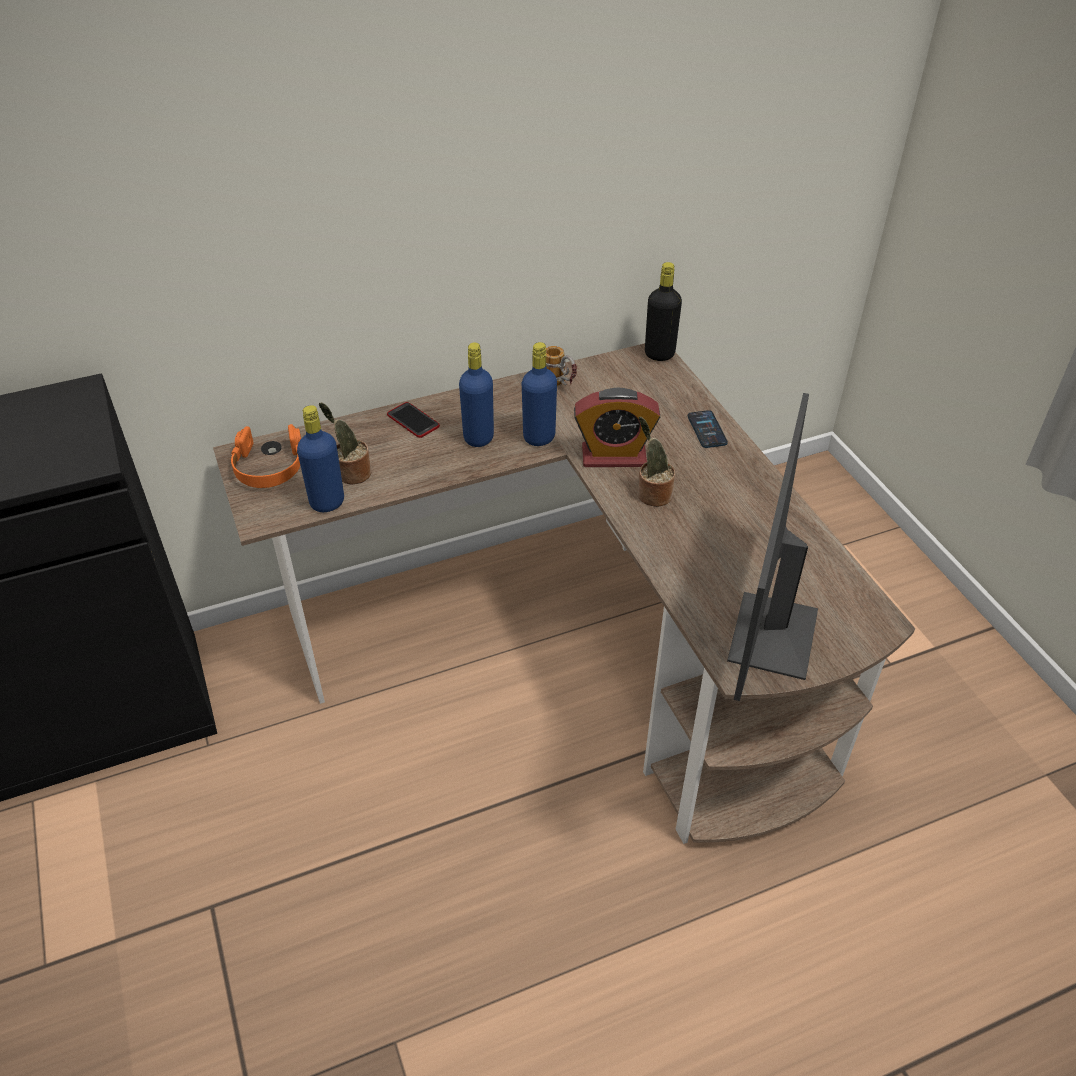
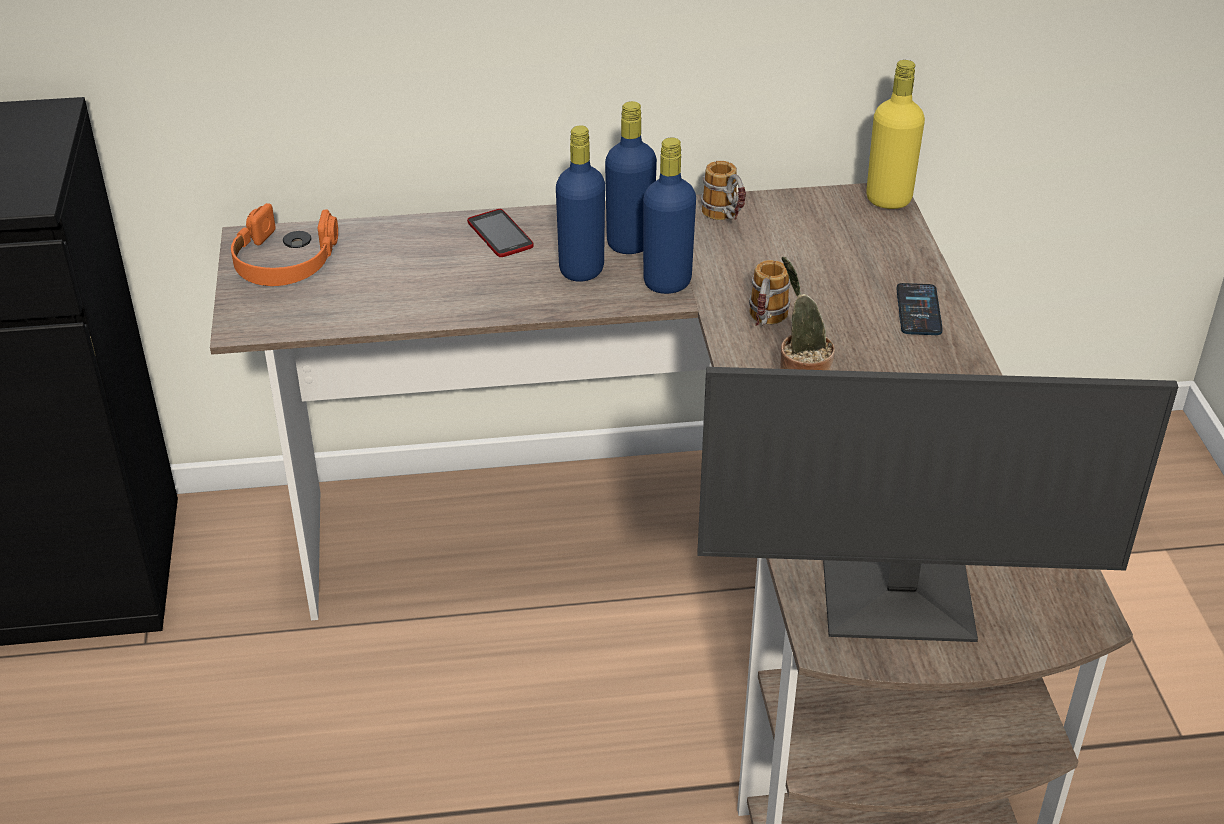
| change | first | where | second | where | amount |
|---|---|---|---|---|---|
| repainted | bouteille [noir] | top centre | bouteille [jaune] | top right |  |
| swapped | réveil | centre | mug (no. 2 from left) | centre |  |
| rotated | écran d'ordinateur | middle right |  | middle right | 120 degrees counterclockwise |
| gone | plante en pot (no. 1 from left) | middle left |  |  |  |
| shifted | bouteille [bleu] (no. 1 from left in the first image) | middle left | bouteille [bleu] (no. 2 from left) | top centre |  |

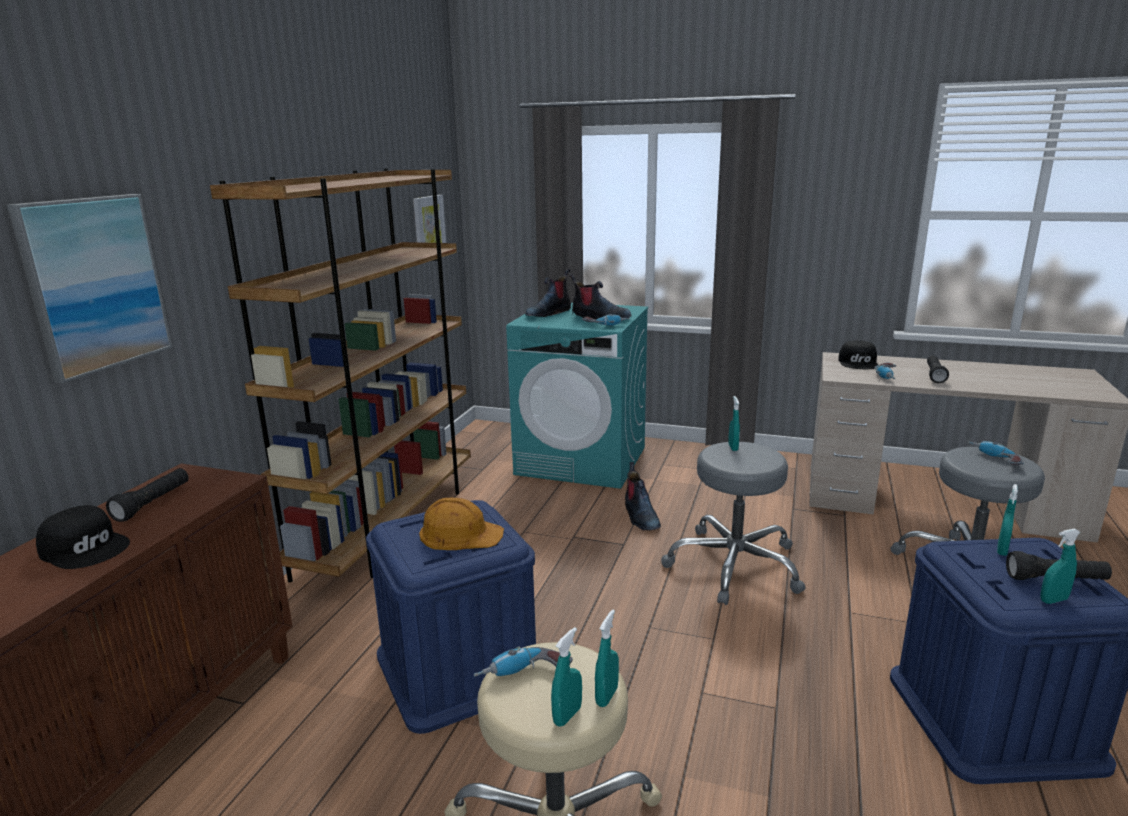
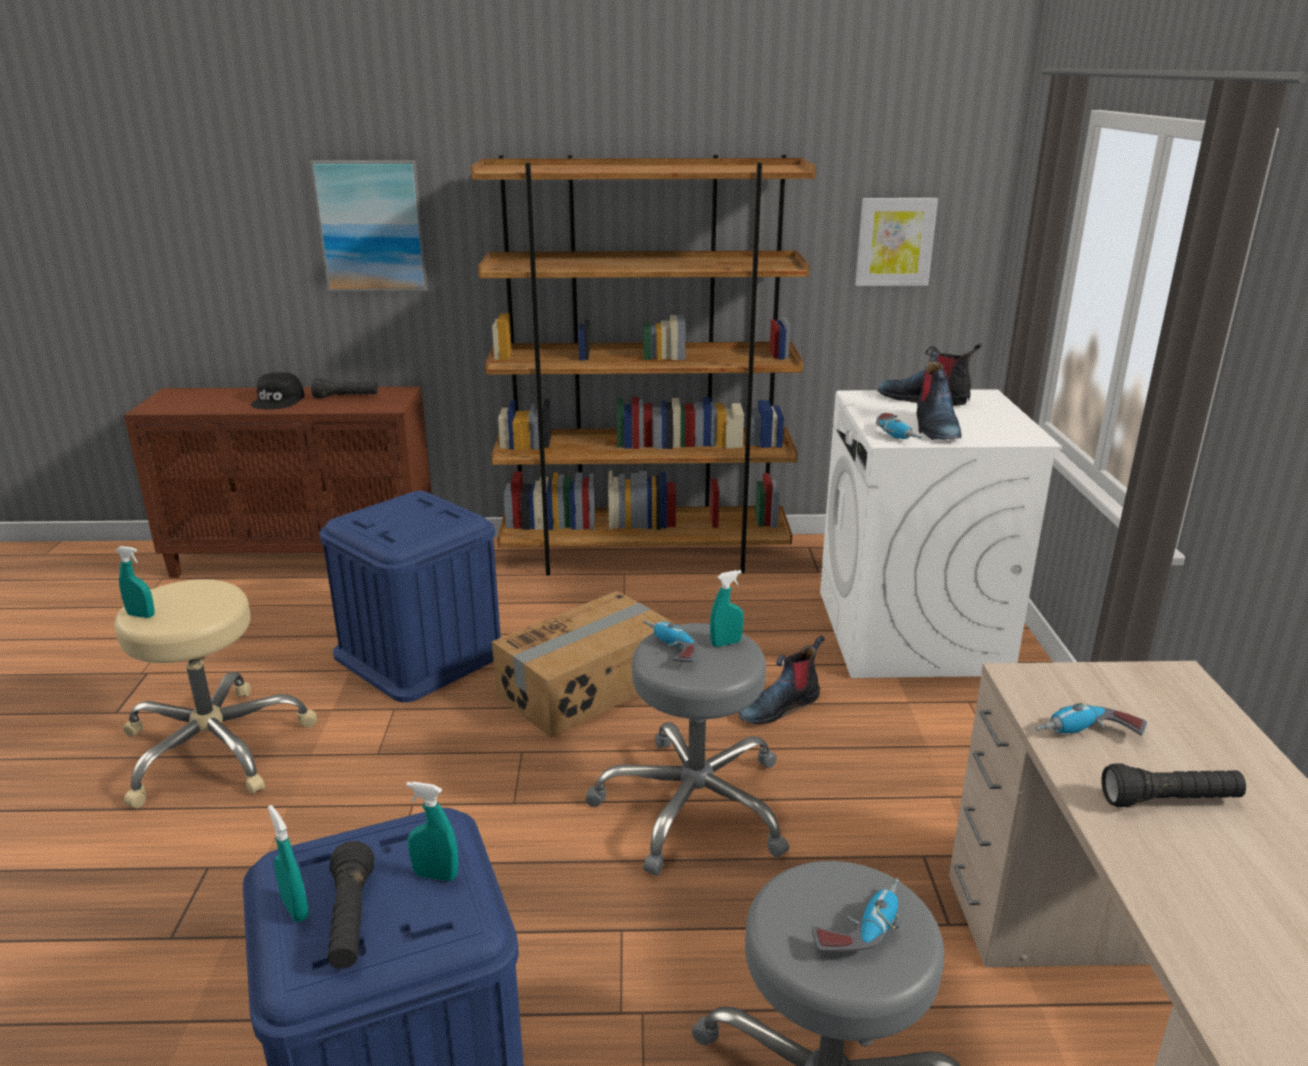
| change | first | where | second | where | amount |
|---|---|---|---|---|---|
| repainted | lave-linge [turquoise] | centre | lave-linge [blanc] | middle right |  |
| gone | casquette [noir] (no. 2 from left) | middle right |  |  |  |
| gone | casque de chantier [orange] | centre |  |  |  |
| gone | vaporisateur [turquoise] (no. 2 from left) | bottom centre |  |  |  |
| shifted | perceuse (no. 1 from left) | bottom centre |  | centre |  |
| new |  |  | carton | centre |  |

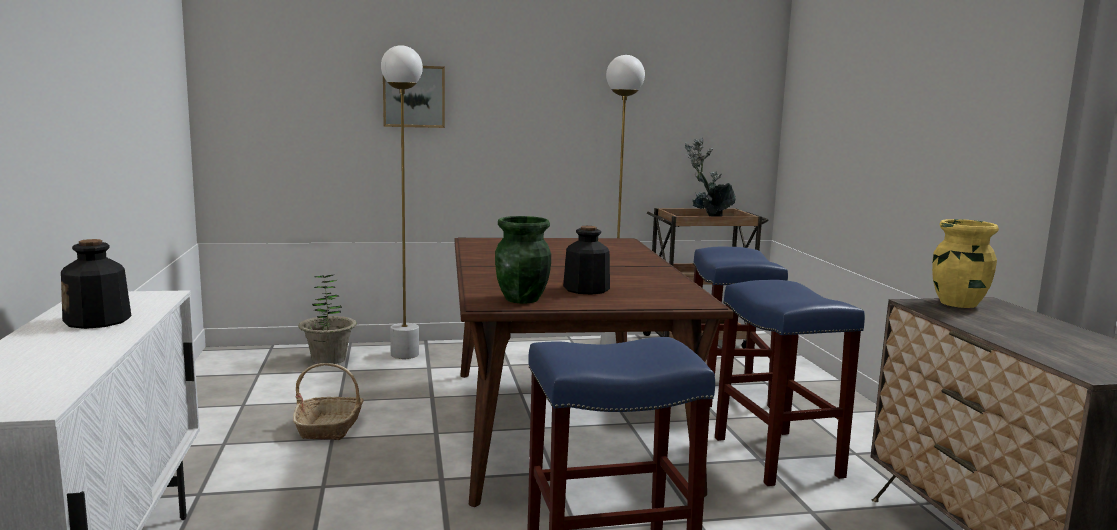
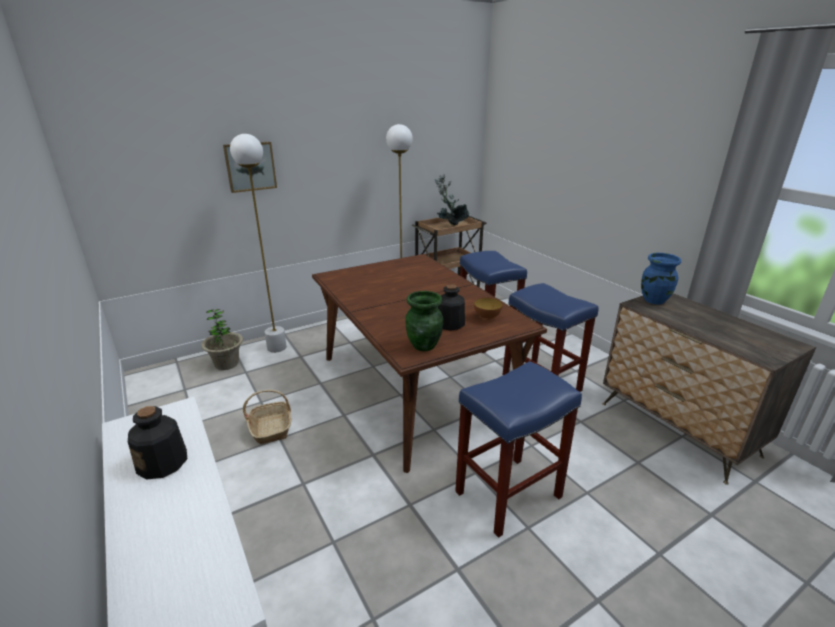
| change | first | where | second | where | amount |
|---|---|---|---|---|---|
| repainted | vase [jaune] | middle right | vase [bleu] | middle right |  |
| new |  |  | bol | centre |  |

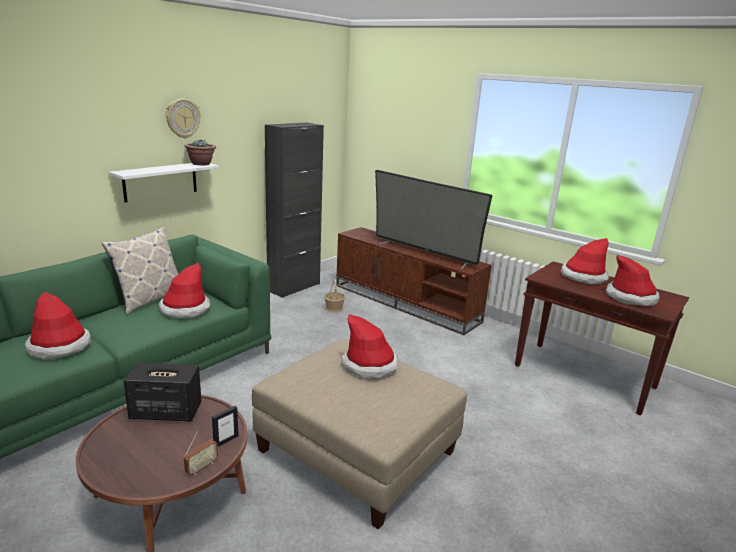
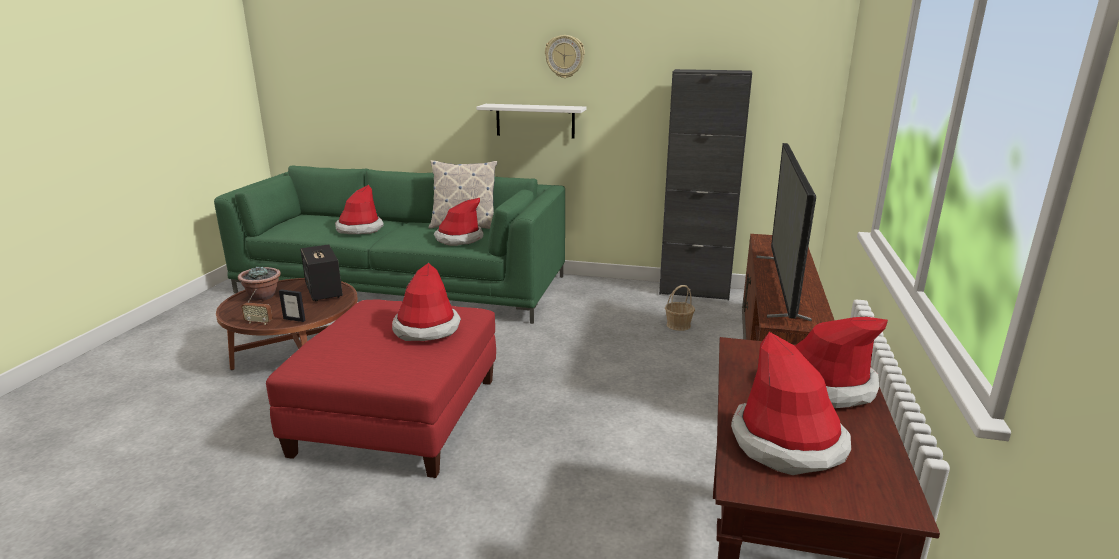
| change | first | where | second | where | amount |
|---|---|---|---|---|---|
| shifted | plante en pot | top left |  | middle left |  |
| repainted | pouf [beige] | bottom centre | pouf [rouge] | bottom centre |  |

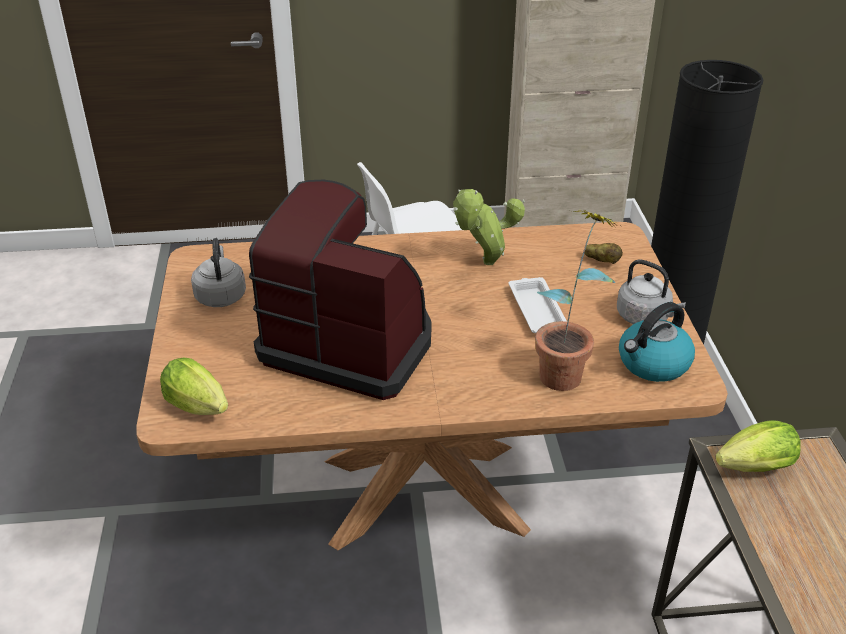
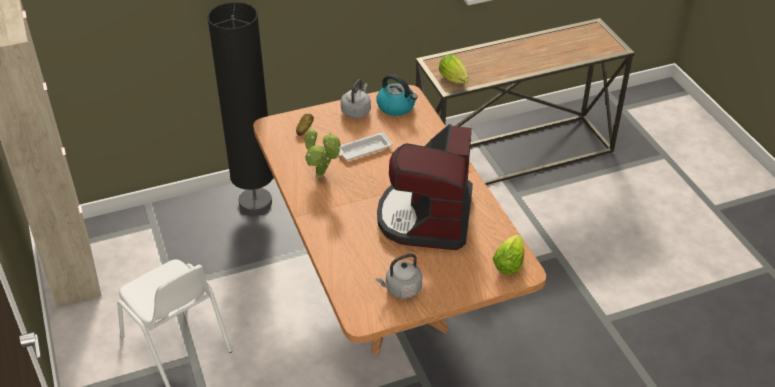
| change | first | where | second | where | amount |
|---|---|---|---|---|---|
| gone | plante en pot (no. 2 from left) | middle right |  |  |  |

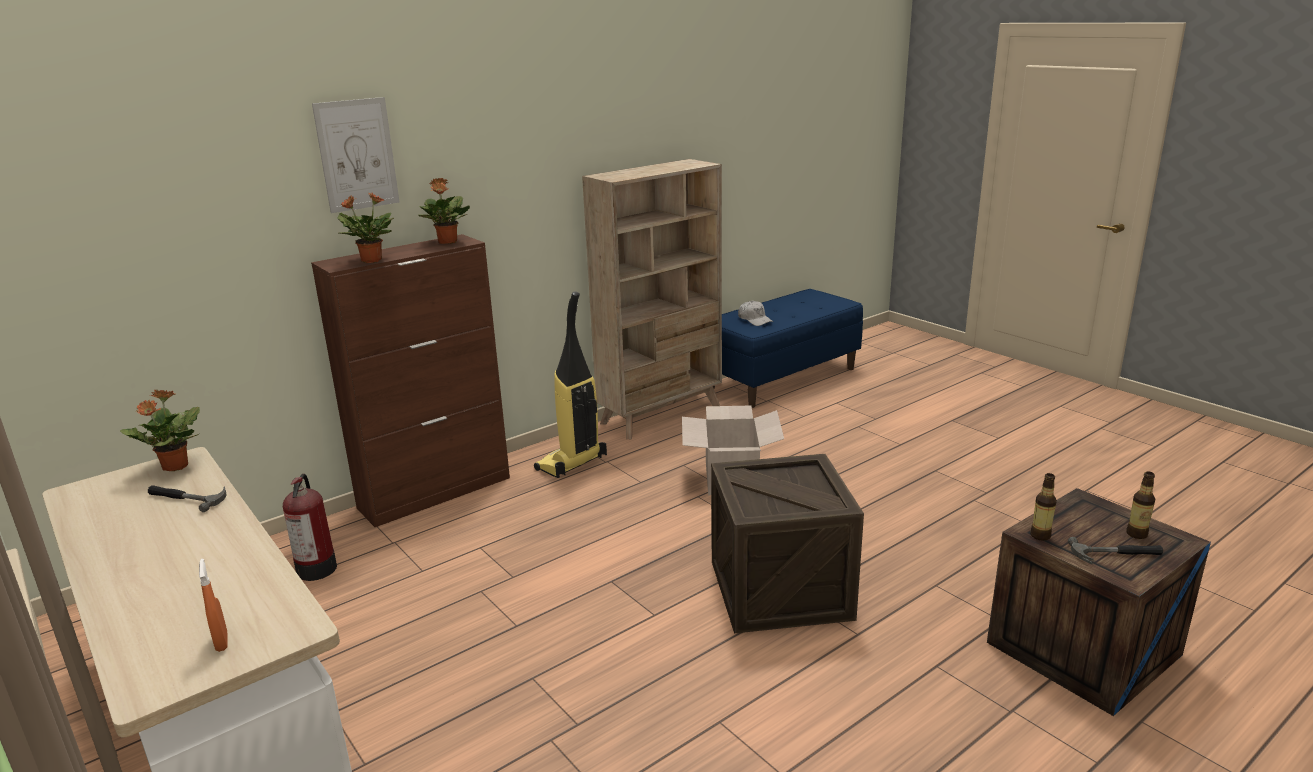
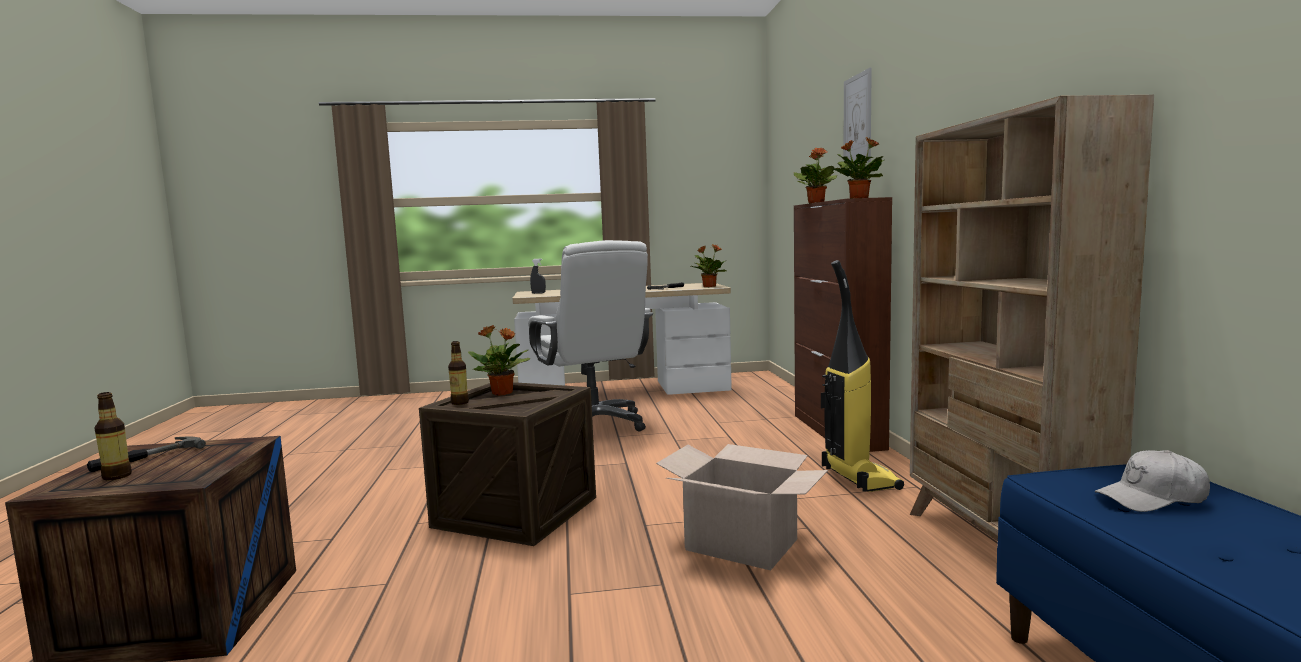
| change | first | where | second | where | amount |
|---|---|---|---|---|---|
| shifted | bouteille (no. 1 from left in the first image) | middle right | bouteille (no. 2 from left) | centre |  |
| gone | extincteur | bottom left |  |  |  |
| repainted | vaporisateur [orange] | bottom left | vaporisateur [gris] | centre |  |
| new |  |  | chaise de bureau [blanc] | centre |  |
| new |  |  | plante en pot (no. 1 from left) | centre |  |

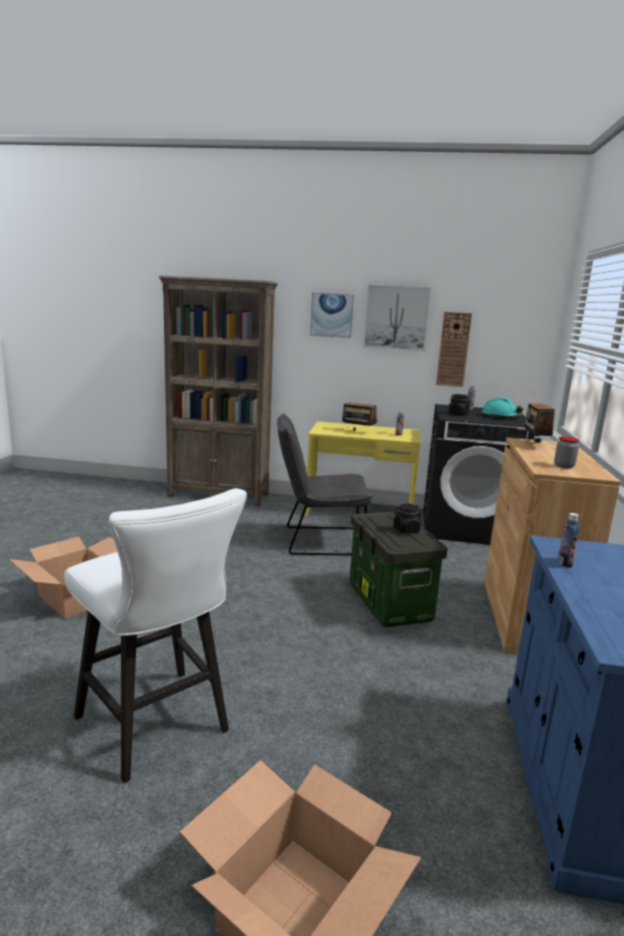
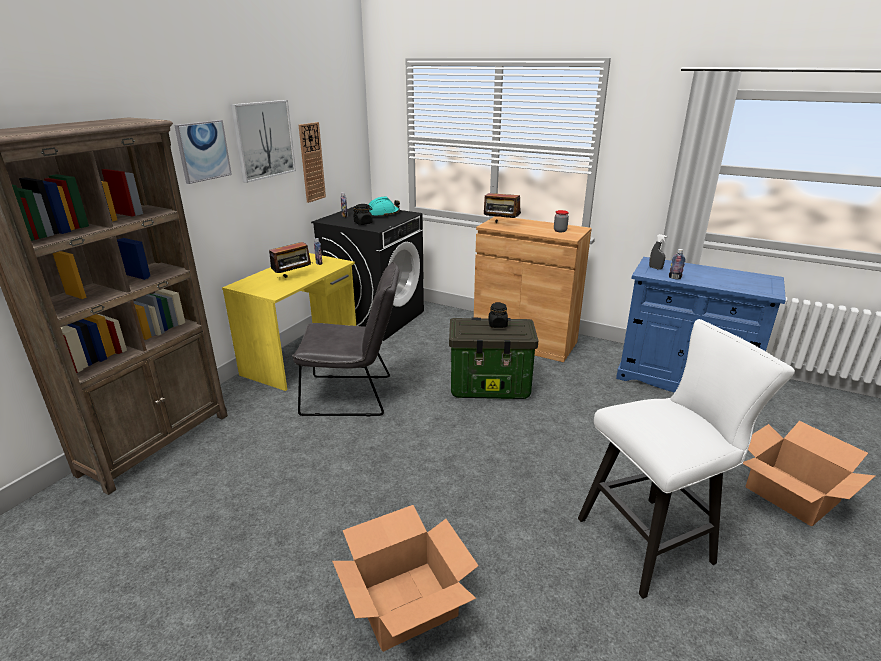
| change | first | where | second | where | amount |
|---|---|---|---|---|---|
| rotated | chaise [gris] | centre |  | centre | 105 degrees counterclockwise |
| new |  |  | vaporisateur [gris] | middle right |  |

